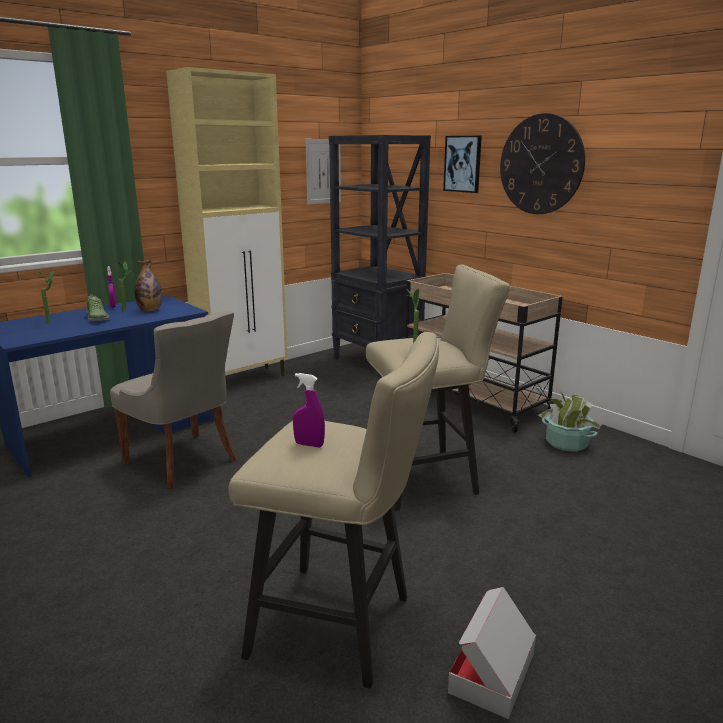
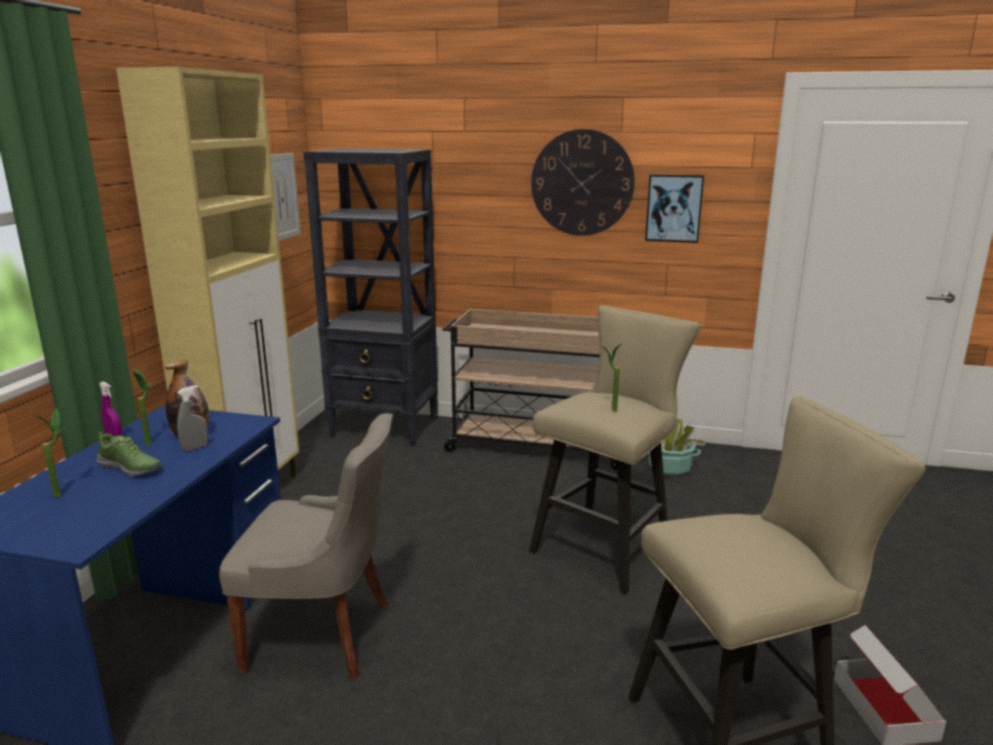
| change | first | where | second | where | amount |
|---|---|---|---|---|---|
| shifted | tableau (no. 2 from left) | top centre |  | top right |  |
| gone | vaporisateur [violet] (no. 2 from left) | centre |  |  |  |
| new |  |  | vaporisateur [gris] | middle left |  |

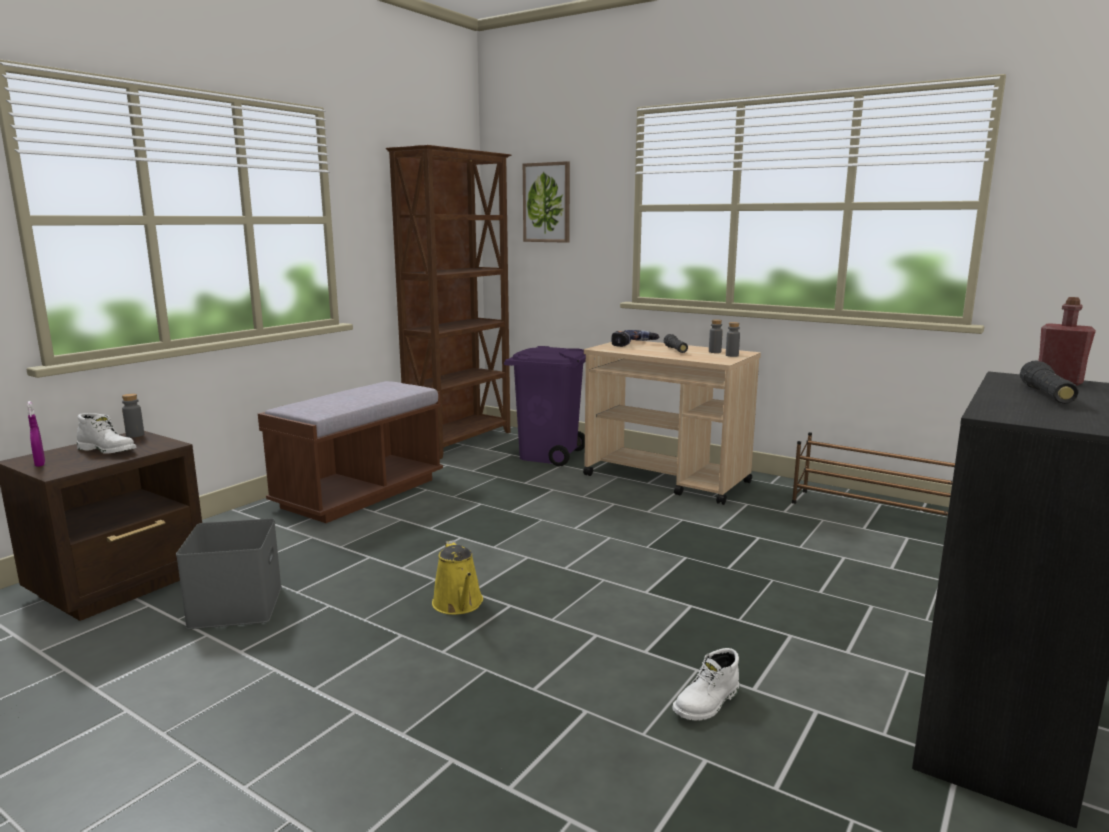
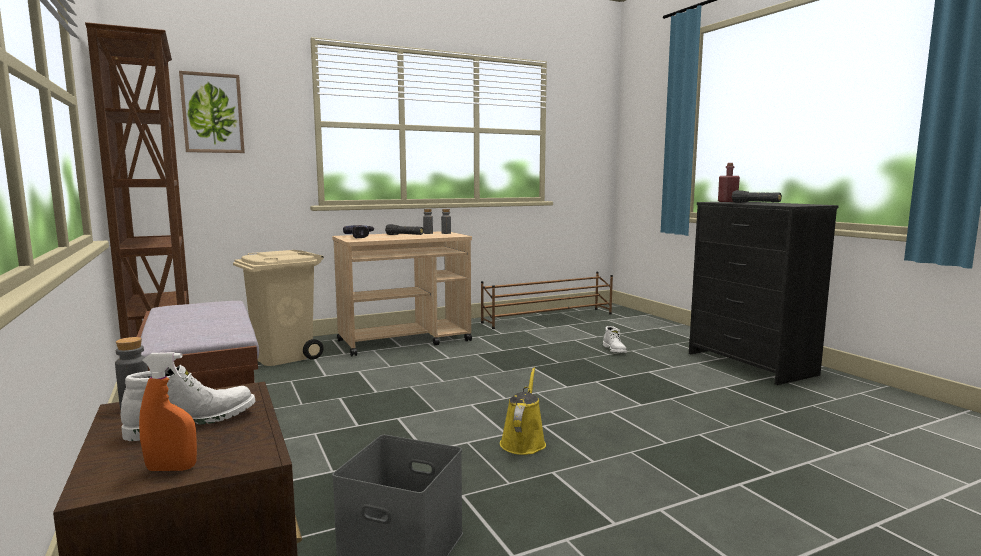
| change | first | where | second | where | amount |
|---|---|---|---|---|---|
| repainted | poubelle [violet] | centre | poubelle [beige] | middle left |  |
| repainted | vaporisateur [violet] | middle left | vaporisateur [orange] | bottom left |  |
| rotated | arrosoir [jaune] | bottom centre |  | bottom centre | 90 degrees counterclockwise |
| shifted | botte [blanc] (no. 2 from left) | bottom centre |  | centre |  |

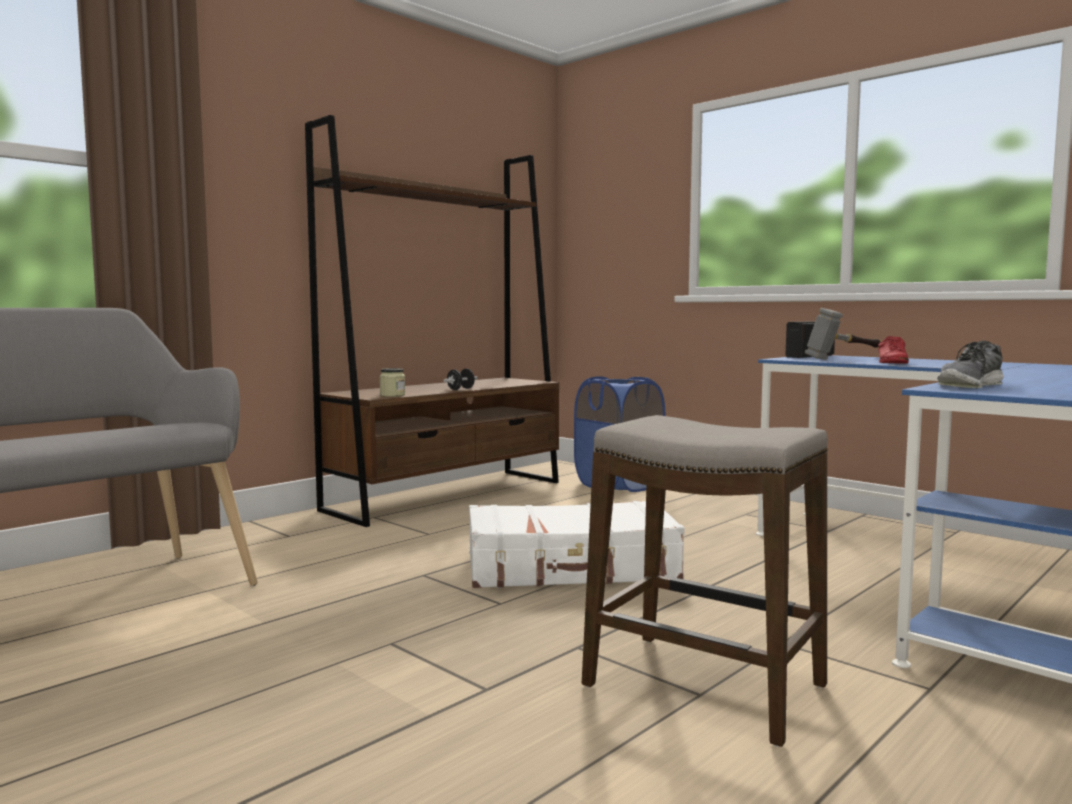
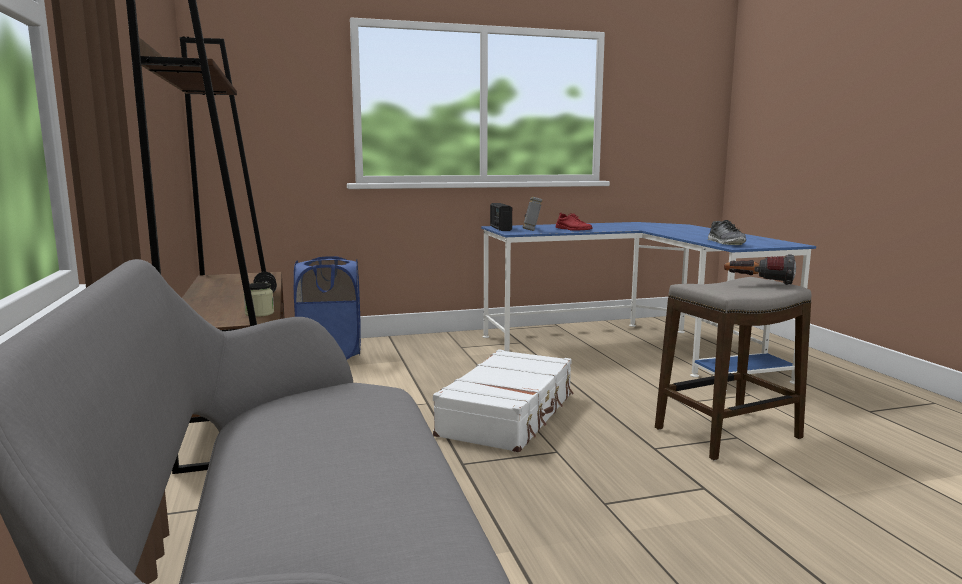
| change | first | where | second | where | amount |
|---|---|---|---|---|---|
| new |  |  | lampe de poche | middle right |  |

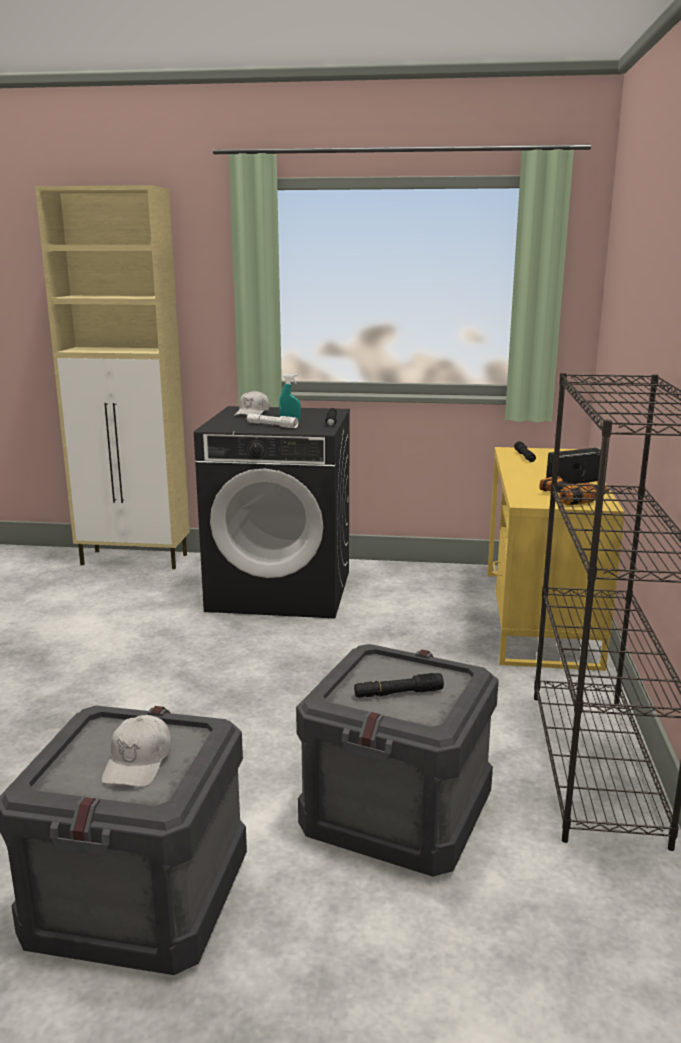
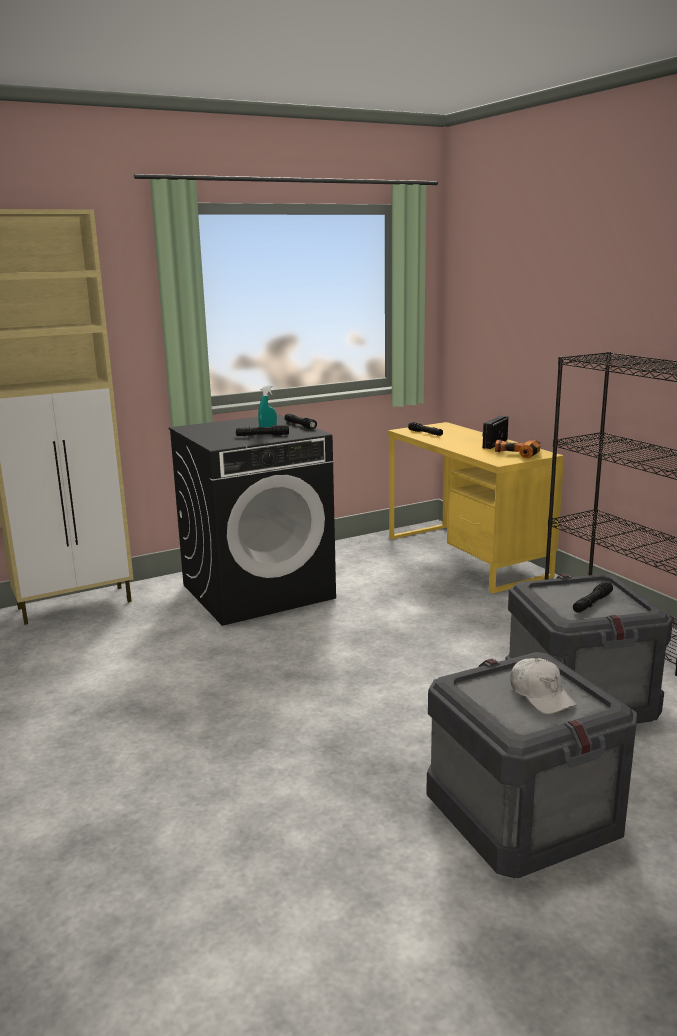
| change | first | where | second | where | amount |
|---|---|---|---|---|---|
| gone | casquette [blanc] (no. 2 from left) | centre |  |  |  |
| repainted | lampe de poche [blanc] | centre | lampe de poche [noir] (no. 1 from left) | centre |  |

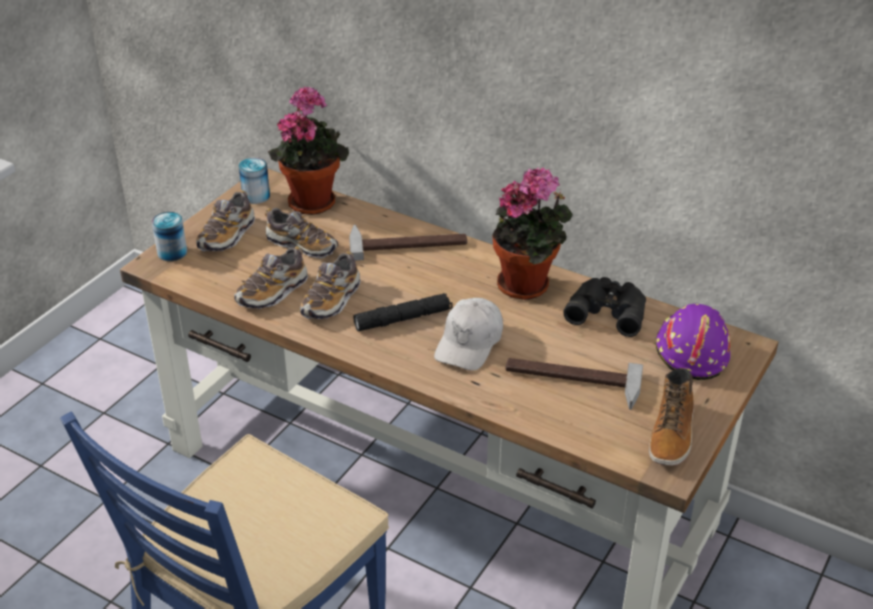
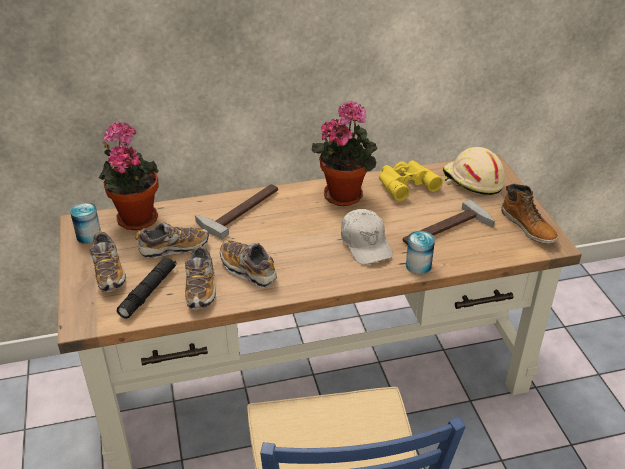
| change | first | where | second | where | amount |
|---|---|---|---|---|---|
| shifted | boîte métallique (no. 1 from left in the first image) | middle left | boîte métallique (no. 2 from left) | middle right |  |
| rotated | chaussure (no. 4 from left) | centre |  | centre | 150 degrees clockwise |
| repainted | jumelles [noir] | middle right | jumelles [jaune] | centre |  |
| shifted | lampe de poche [noir] | centre |  | middle left |  |
| repainted | casque de chantier [violet] | middle right | casque de chantier [beige] | middle right |  |

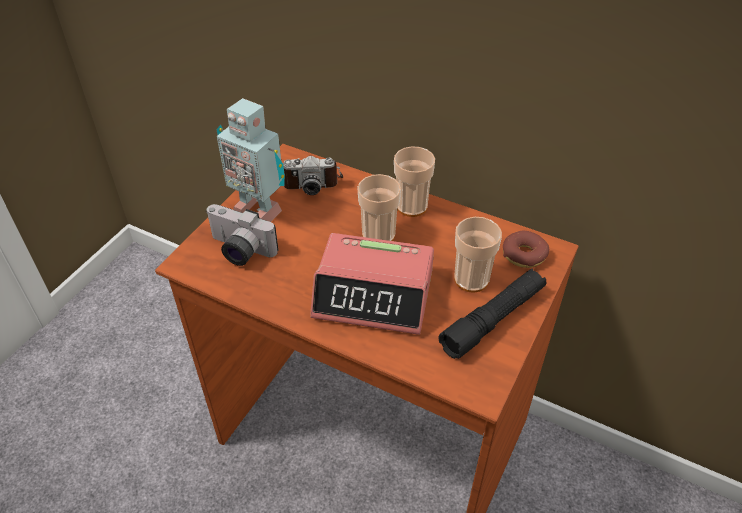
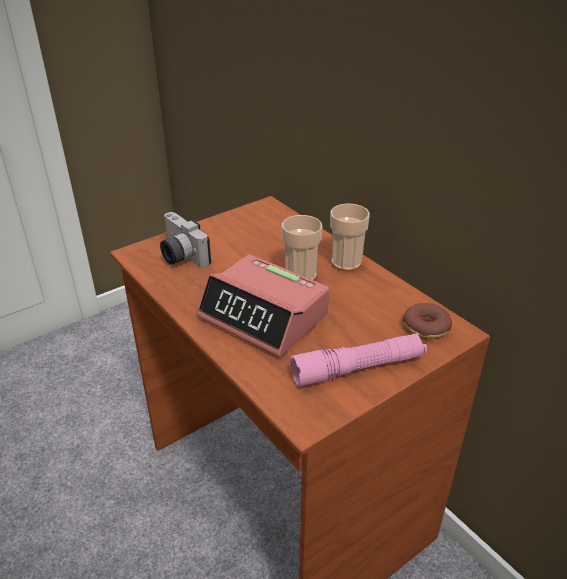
| change | first | where | second | where | amount |
|---|---|---|---|---|---|
| gone | robot jouet | top centre |  |  |  |
| gone | appareil photo (no. 2 from left) | centre |  |  |  |
| gone | tasse (no. 3 from left) | centre |  |  |  |
| repainted | lampe de poche [noir] | centre | lampe de poche [rose] | centre |  |

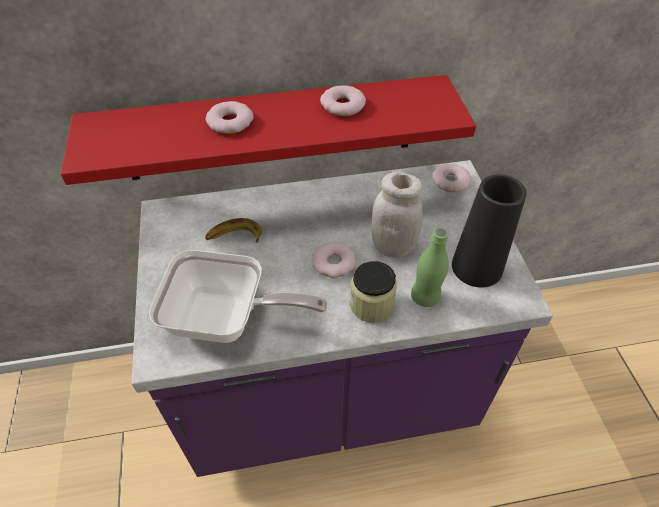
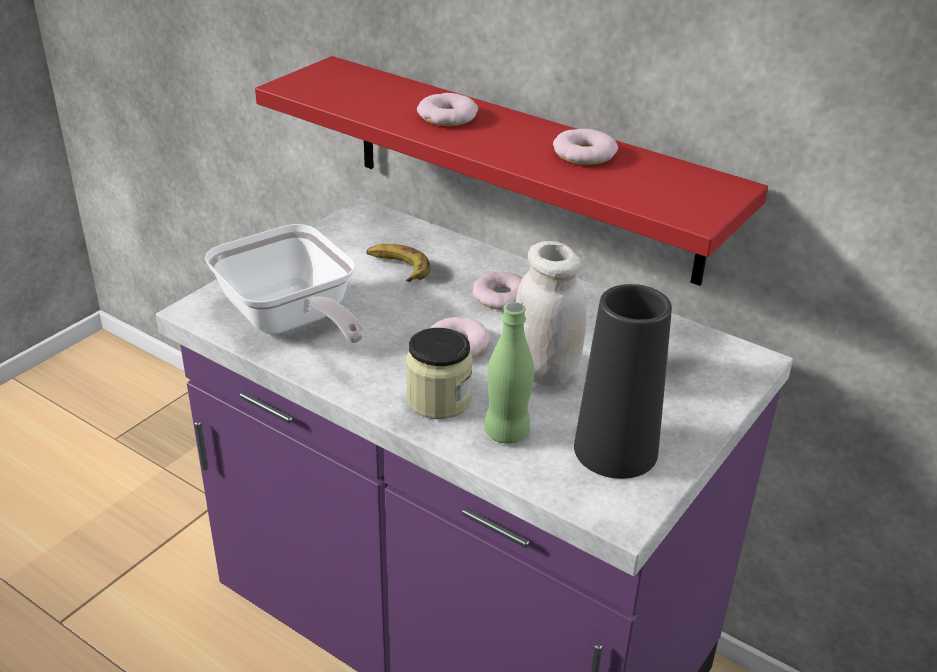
| change | first | where | second | where | amount |
|---|---|---|---|---|---|
| shifted | beignet (no. 4 from left in the first image) | middle right | beignet (no. 3 from left) | centre |  |

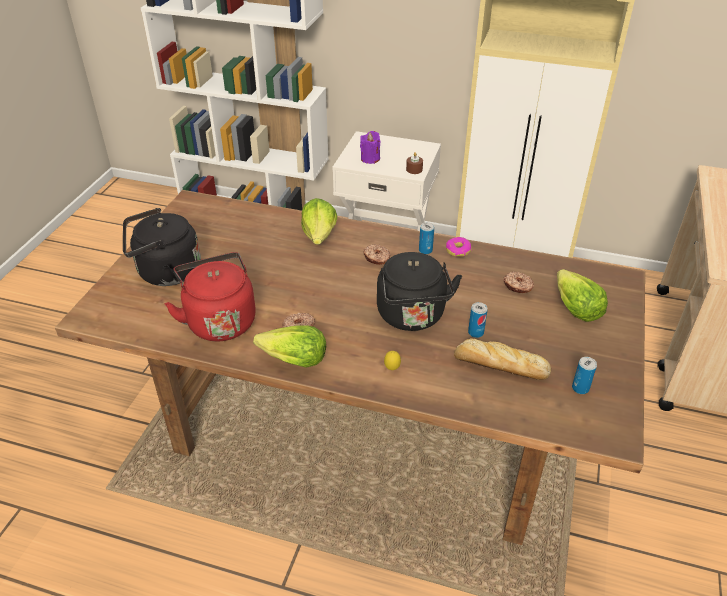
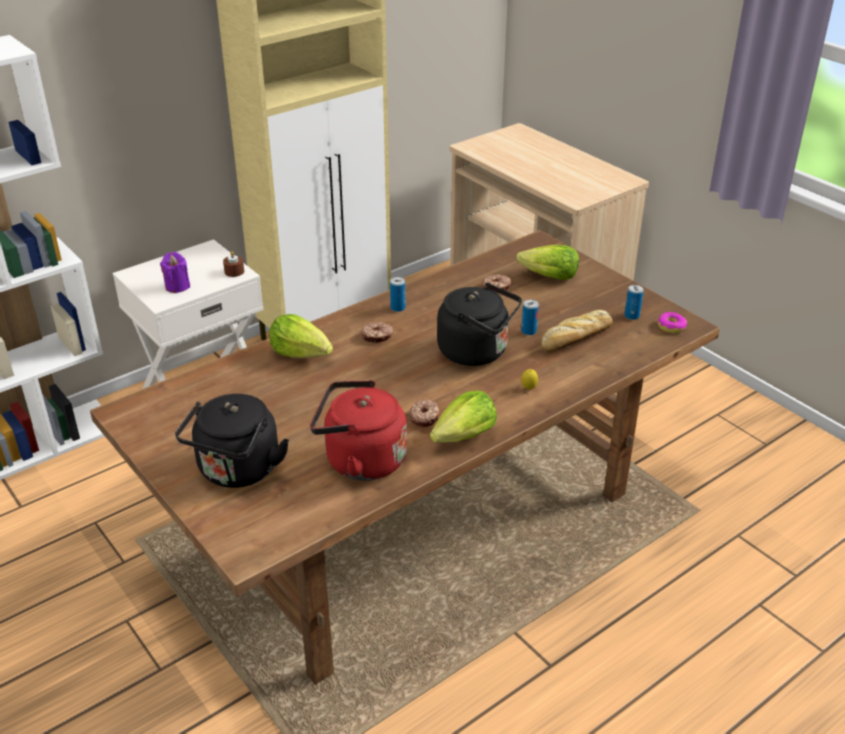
| change | first | where | second | where | amount |
|---|---|---|---|---|---|
| shifted | beignet (no. 3 from left in the first image) | centre | beignet (no. 4 from left) | middle right |  |

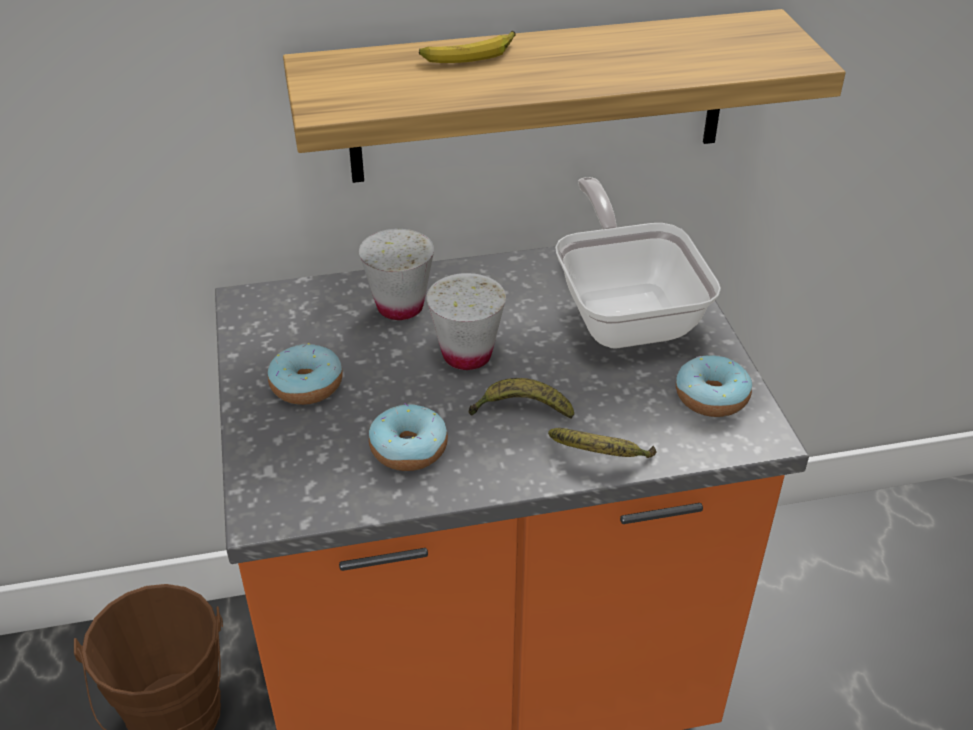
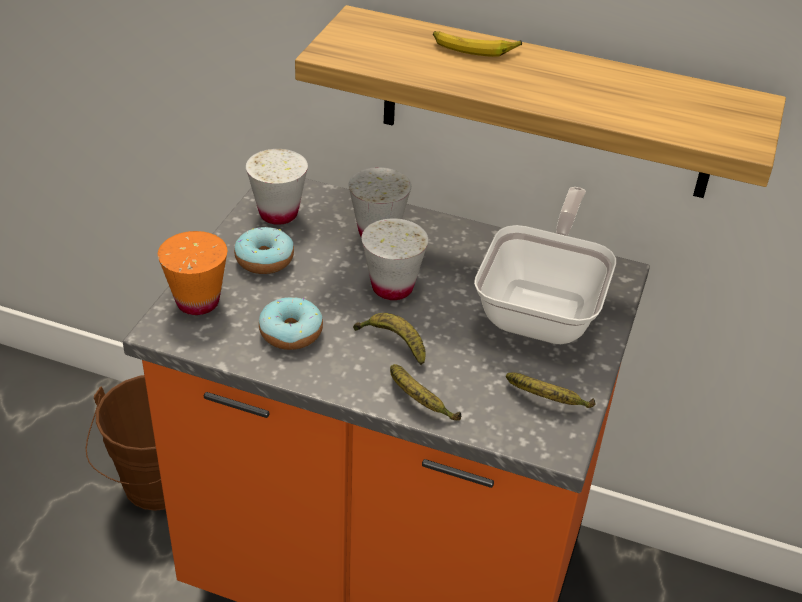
| change | first | where | second | where | amount |
|---|---|---|---|---|---|
| swapped | beignet (no. 3 from left) | middle right | banane (no. 4 from left) | middle right |  |
| new |  |  | tasse [blanc] (no. 1 from left) | top centre |  |
| new |  |  | tasse [orange] | middle left |  |

